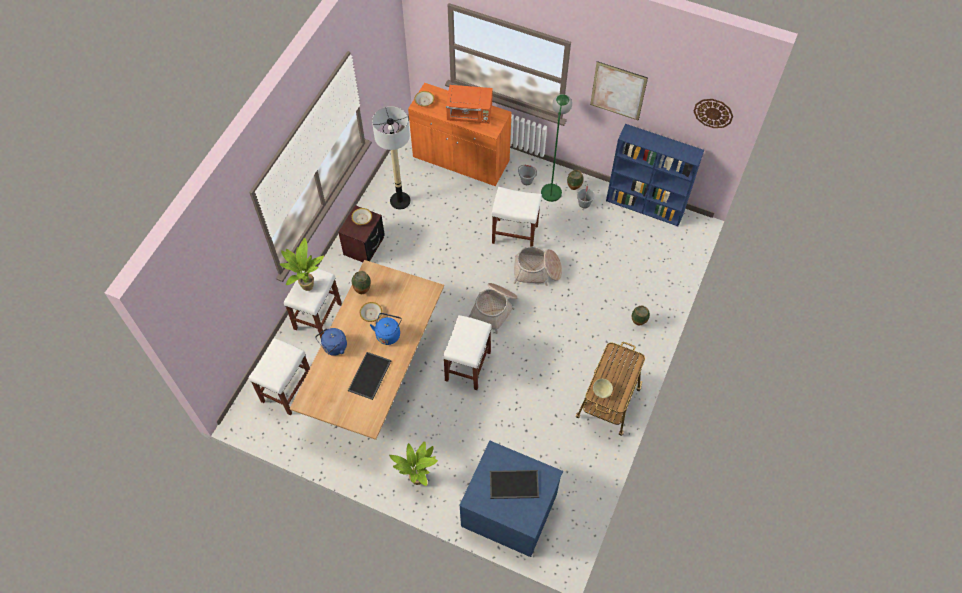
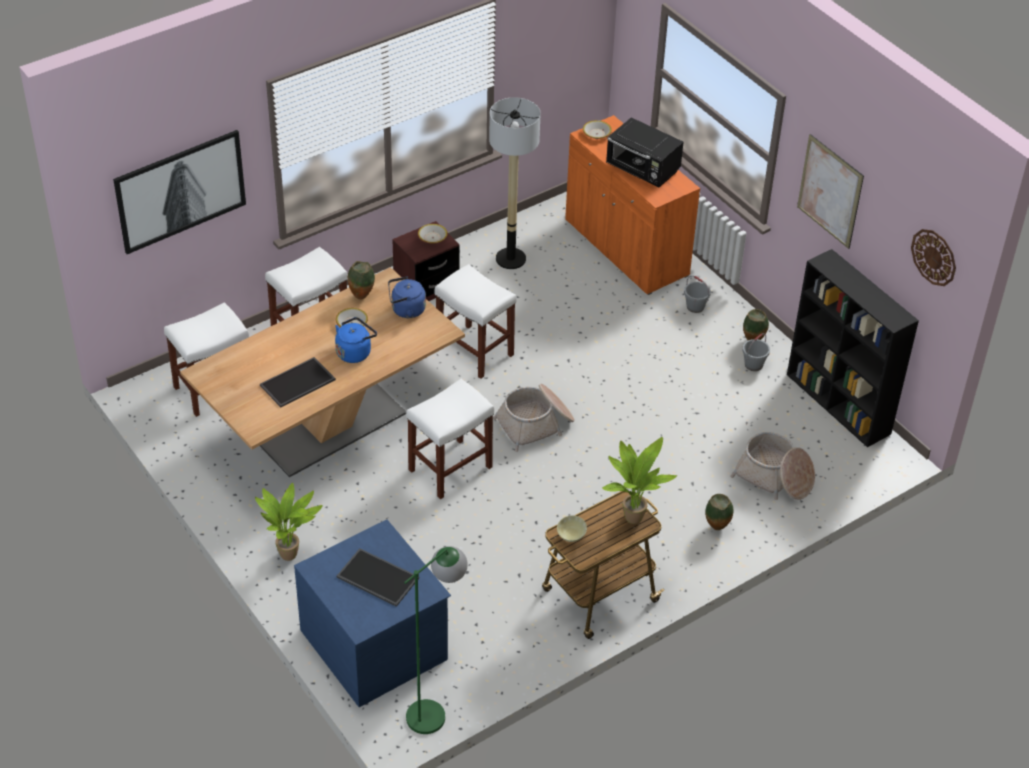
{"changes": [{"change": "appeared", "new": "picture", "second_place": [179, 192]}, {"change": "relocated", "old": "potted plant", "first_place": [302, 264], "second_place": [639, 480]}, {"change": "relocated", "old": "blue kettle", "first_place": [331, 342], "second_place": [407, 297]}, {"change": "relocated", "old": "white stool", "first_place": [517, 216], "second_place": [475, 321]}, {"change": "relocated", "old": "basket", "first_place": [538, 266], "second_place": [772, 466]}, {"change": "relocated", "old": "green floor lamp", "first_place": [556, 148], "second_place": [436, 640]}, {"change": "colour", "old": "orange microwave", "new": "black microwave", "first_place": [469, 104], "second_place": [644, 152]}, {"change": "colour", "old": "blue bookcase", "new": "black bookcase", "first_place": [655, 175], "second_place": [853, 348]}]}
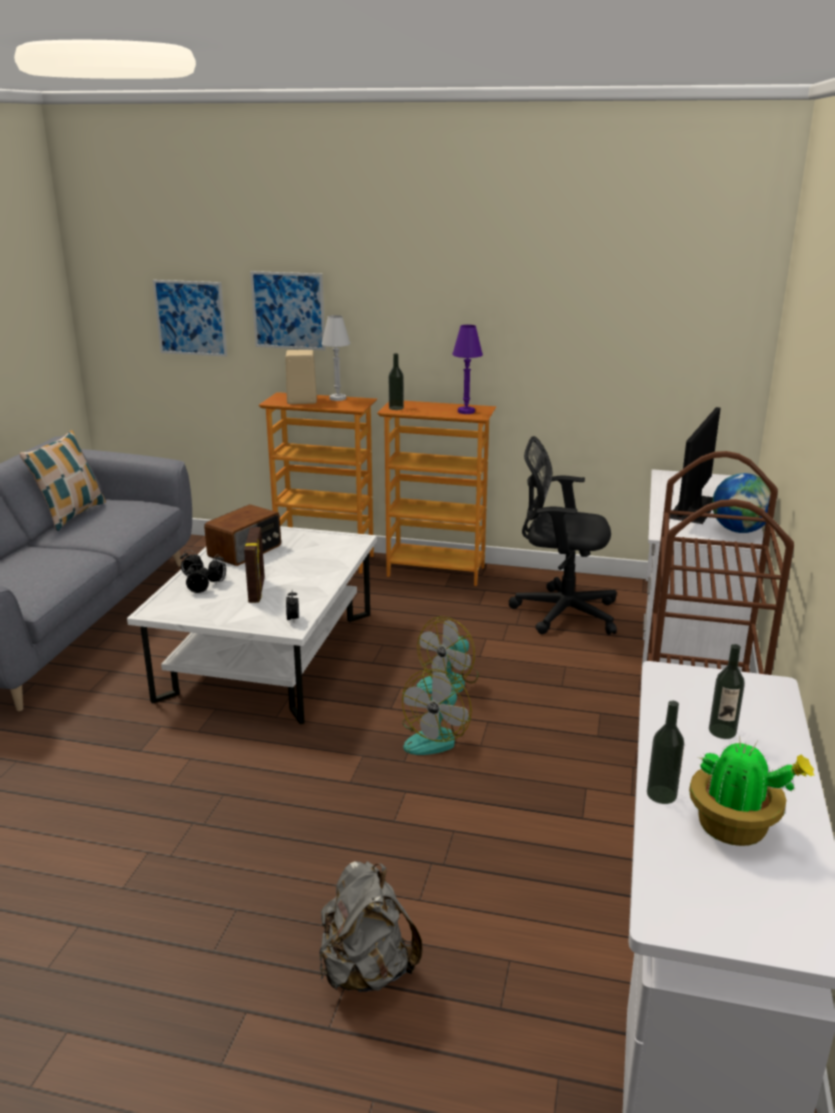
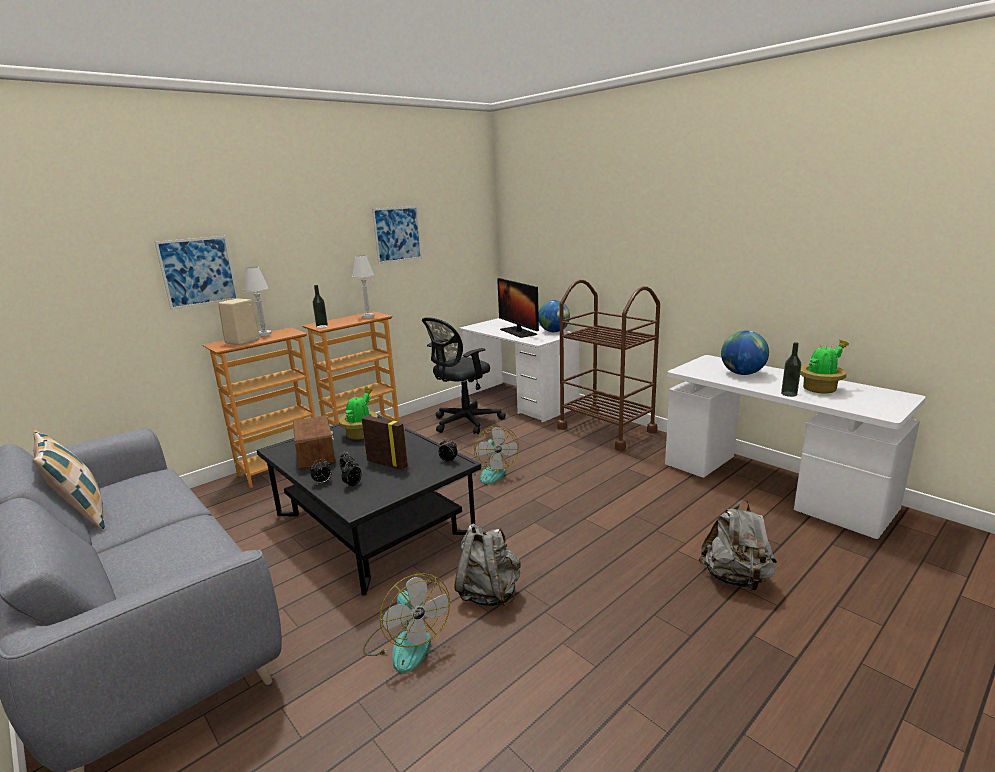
{"changes": [{"change": "appeared", "new": "potted plant", "second_place": [358, 413]}, {"change": "appeared", "new": "grey backpack", "second_place": [487, 564]}, {"change": "relocated", "old": "picture", "first_place": [190, 318], "second_place": [397, 235]}, {"change": "relocated", "old": "fan", "first_place": [437, 712], "second_place": [406, 623]}, {"change": "exchanged", "old": "bottle", "new": "globe", "first_place": [727, 691], "second_place": [745, 353]}, {"change": "colour", "old": "white coffee table", "new": "black coffee table", "first_place": [252, 625], "second_place": [369, 505]}, {"change": "colour", "old": "purple table lamp", "new": "white table lamp", "first_place": [467, 369], "second_place": [363, 286]}]}
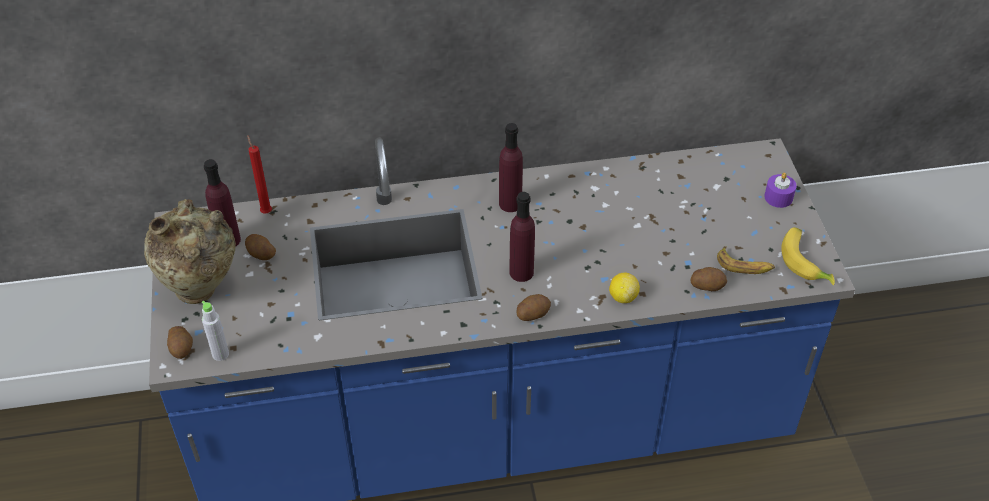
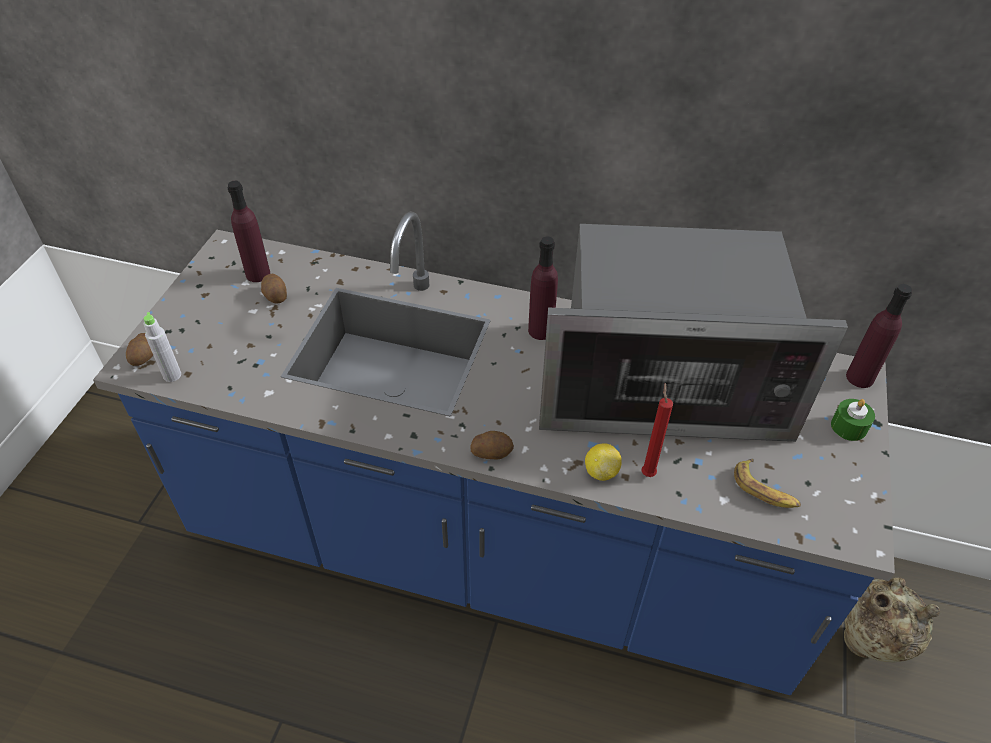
{"changes": [{"change": "missing", "old": "potato", "first_place": [708, 279]}, {"change": "missing", "old": "banana", "first_place": [808, 256]}, {"change": "appeared", "new": "microwave", "second_place": [693, 333]}, {"change": "relocated", "old": "beige vase", "first_place": [190, 251], "second_place": [892, 620]}, {"change": "relocated", "old": "red candle", "first_place": [259, 174], "second_place": [657, 430]}, {"change": "relocated", "old": "purple bottle", "first_place": [522, 237], "second_place": [879, 336]}, {"change": "colour", "old": "purple candle", "new": "green candle", "first_place": [780, 190], "second_place": [853, 420]}]}
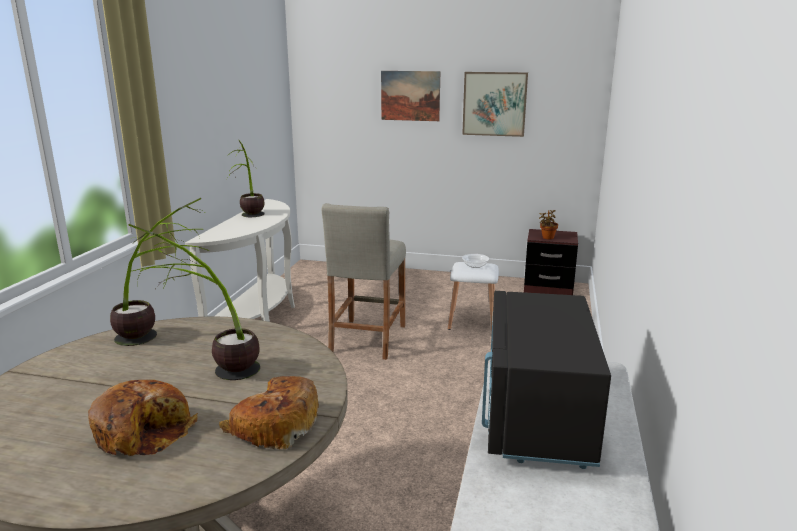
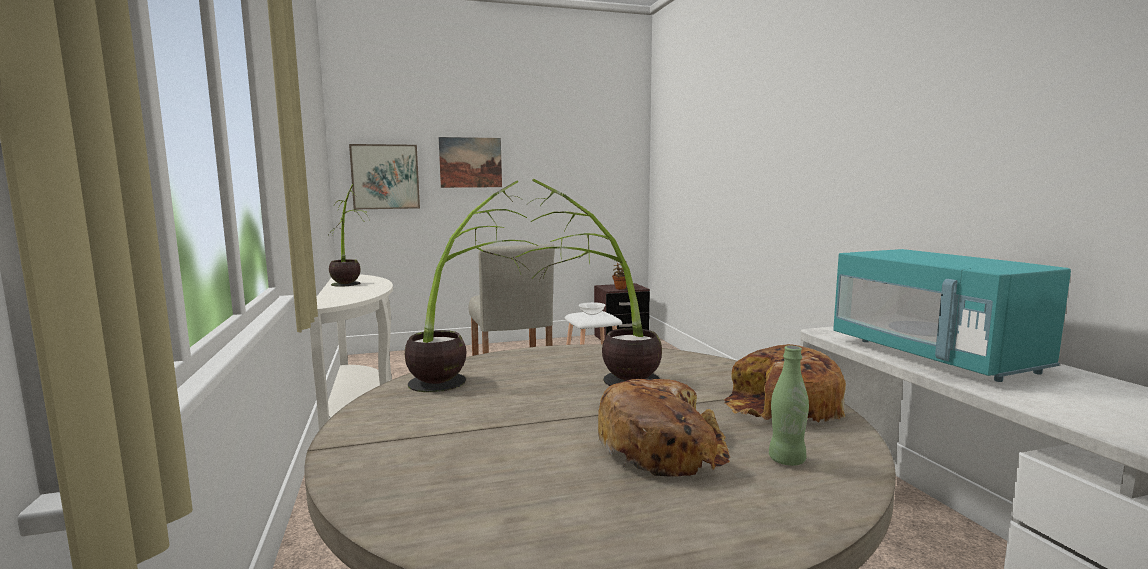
{"changes": [{"change": "appeared", "new": "green bottle", "second_place": [789, 406]}, {"change": "relocated", "old": "picture", "first_place": [495, 104], "second_place": [384, 177]}, {"change": "colour", "old": "black microwave", "new": "turquoise microwave", "first_place": [546, 380], "second_place": [952, 315]}]}
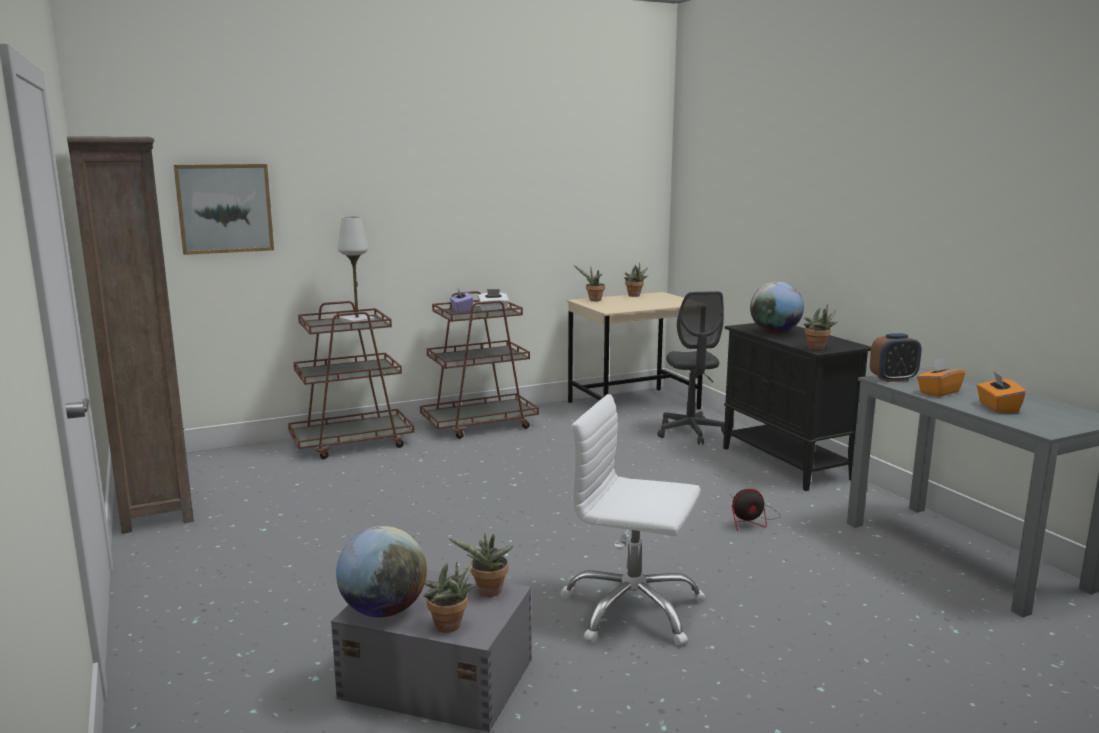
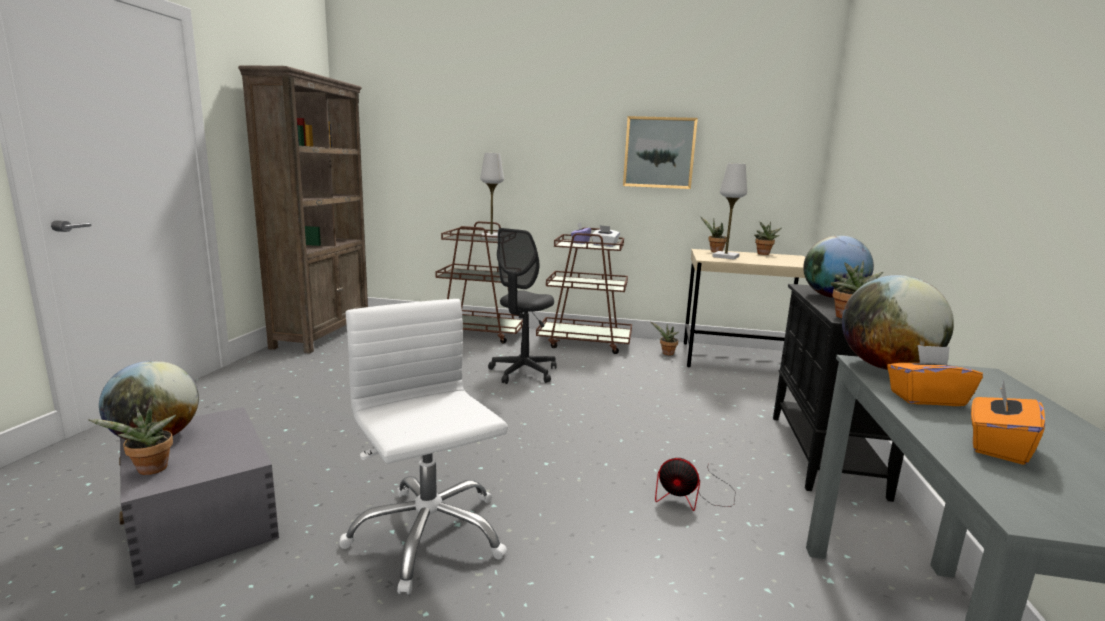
{"changes": [{"change": "appeared", "new": "white table lamp", "second_place": [729, 211]}, {"change": "relocated", "old": "picture", "first_place": [224, 209], "second_place": [660, 152]}, {"change": "relocated", "old": "potted plant", "first_place": [482, 565], "second_place": [664, 338]}, {"change": "relocated", "old": "grey office chair", "first_place": [691, 368], "second_place": [522, 306]}, {"change": "exchanged", "old": "alarm clock", "new": "globe", "first_place": [896, 357], "second_place": [898, 322]}]}
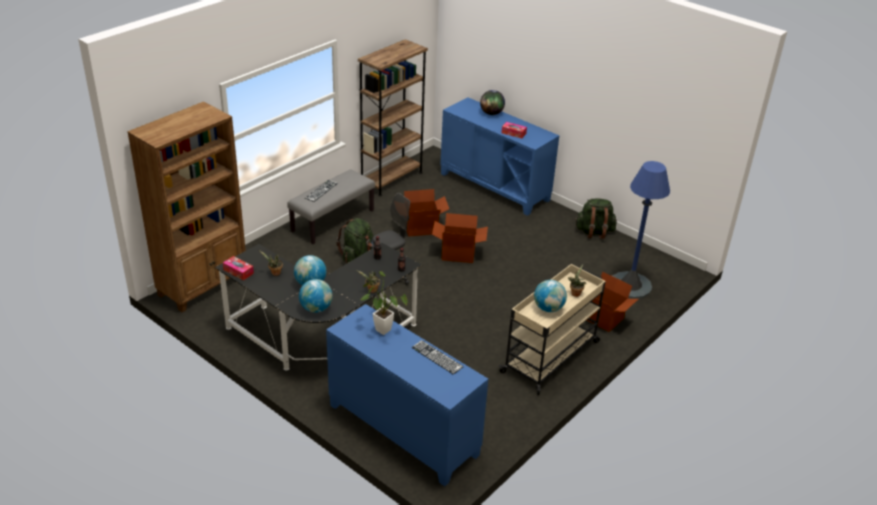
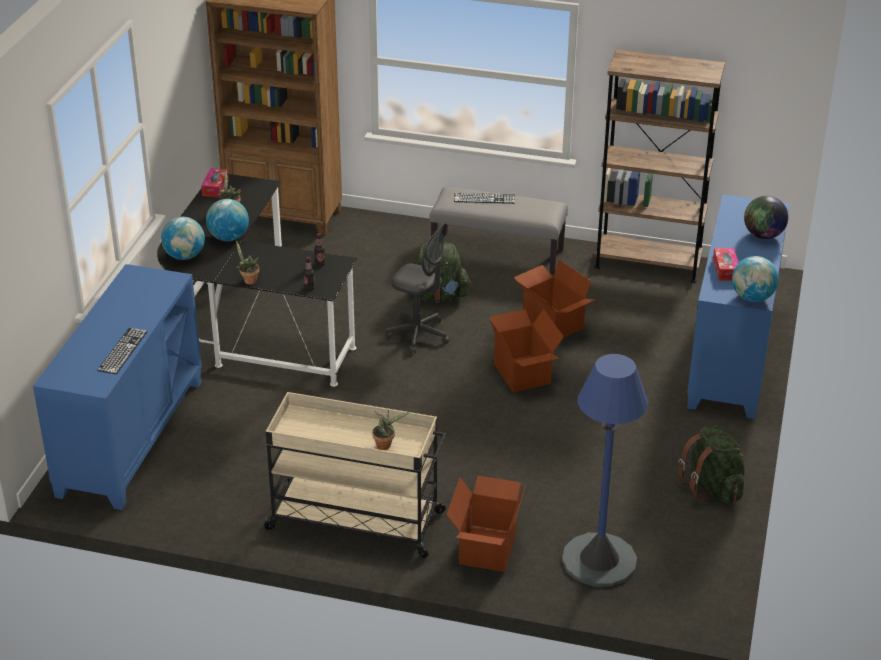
{"changes": [{"change": "missing", "old": "potted plant", "first_place": [383, 303]}, {"change": "relocated", "old": "globe", "first_place": [550, 296], "second_place": [755, 279]}]}
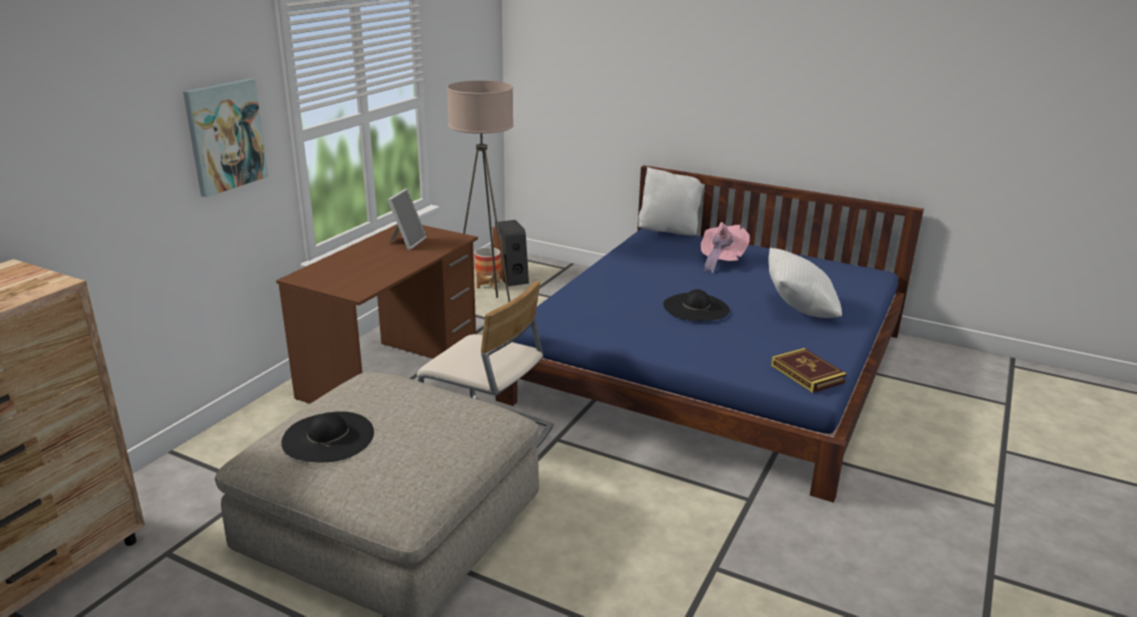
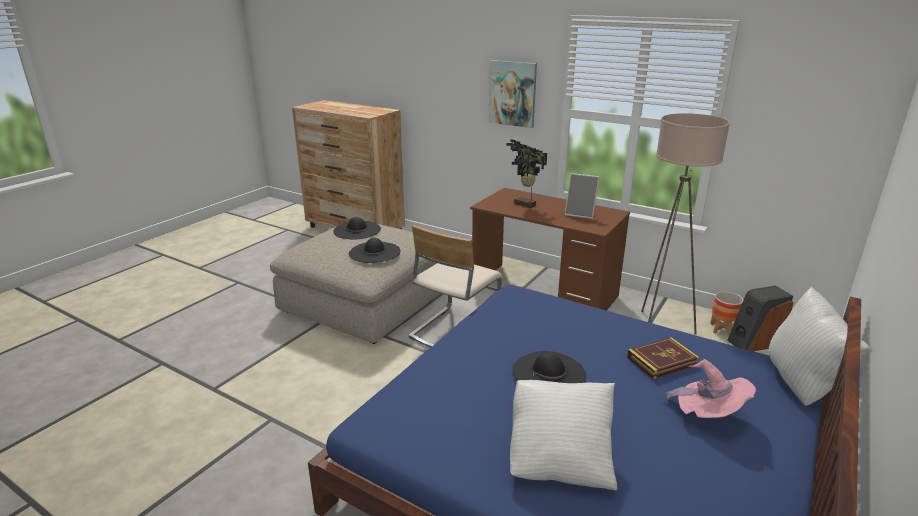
{"changes": [{"change": "appeared", "new": "black hat", "second_place": [375, 250]}, {"change": "appeared", "new": "potted plant", "second_place": [526, 173]}, {"change": "relocated", "old": "book", "first_place": [809, 370], "second_place": [663, 358]}]}
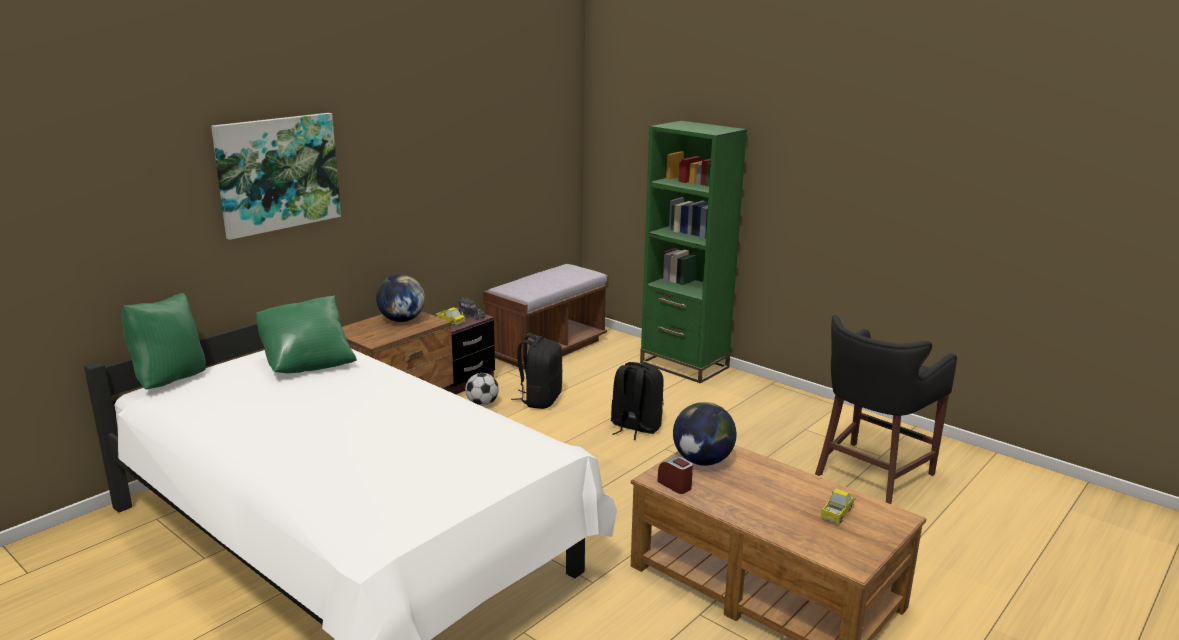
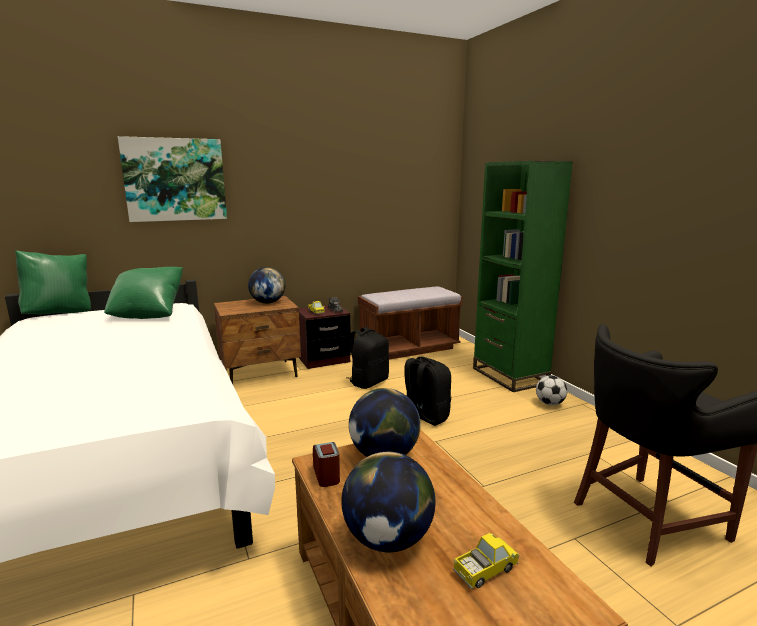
{"changes": [{"change": "appeared", "new": "globe", "second_place": [388, 502]}, {"change": "relocated", "old": "football", "first_place": [482, 389], "second_place": [551, 390]}]}
